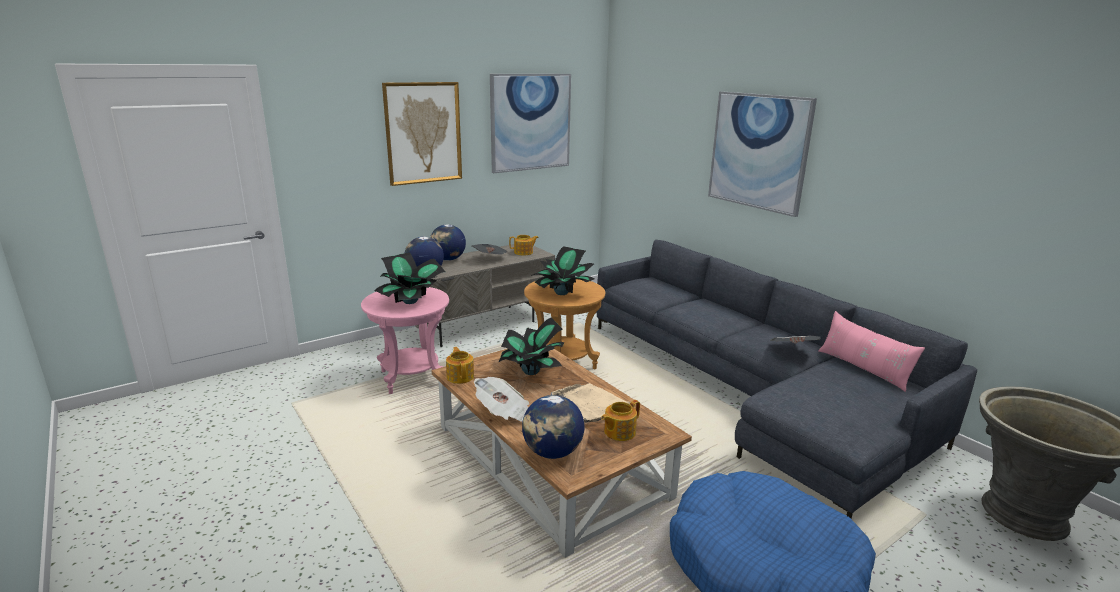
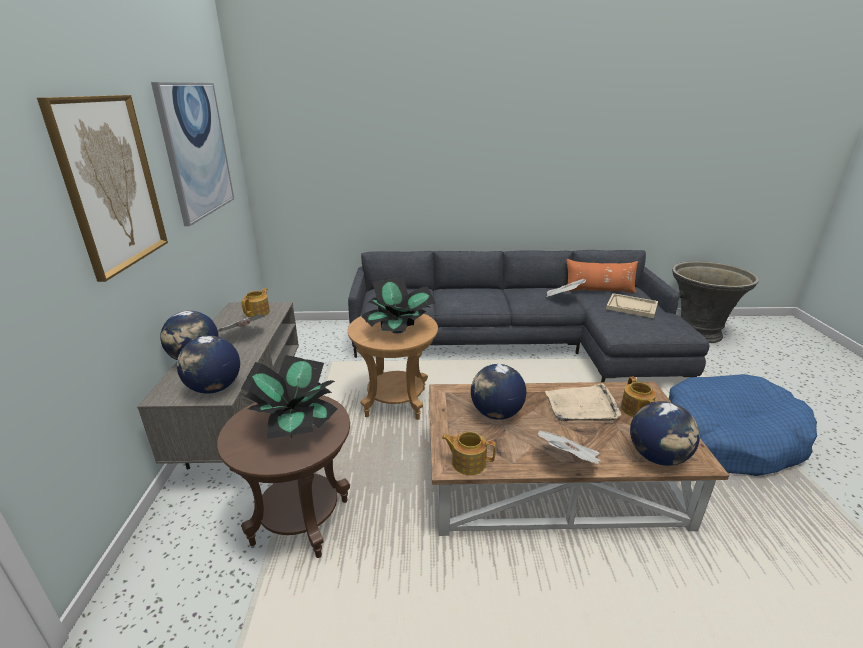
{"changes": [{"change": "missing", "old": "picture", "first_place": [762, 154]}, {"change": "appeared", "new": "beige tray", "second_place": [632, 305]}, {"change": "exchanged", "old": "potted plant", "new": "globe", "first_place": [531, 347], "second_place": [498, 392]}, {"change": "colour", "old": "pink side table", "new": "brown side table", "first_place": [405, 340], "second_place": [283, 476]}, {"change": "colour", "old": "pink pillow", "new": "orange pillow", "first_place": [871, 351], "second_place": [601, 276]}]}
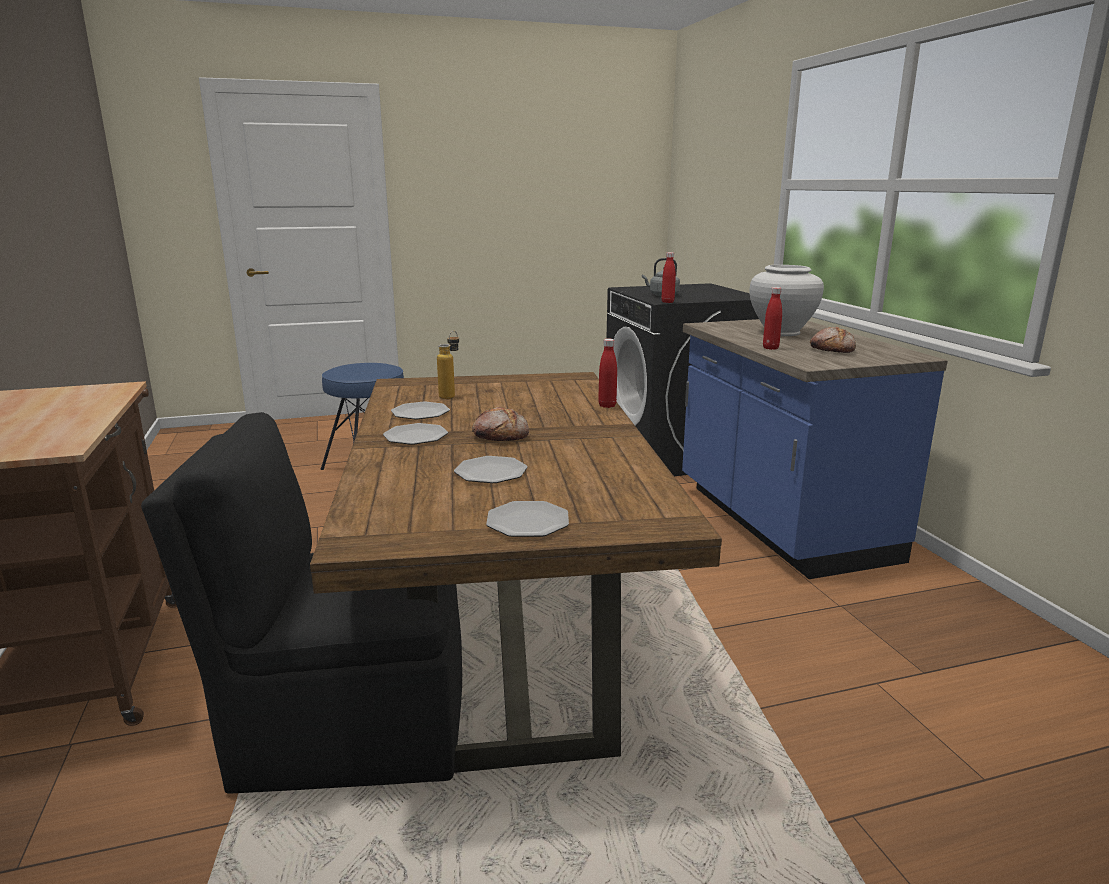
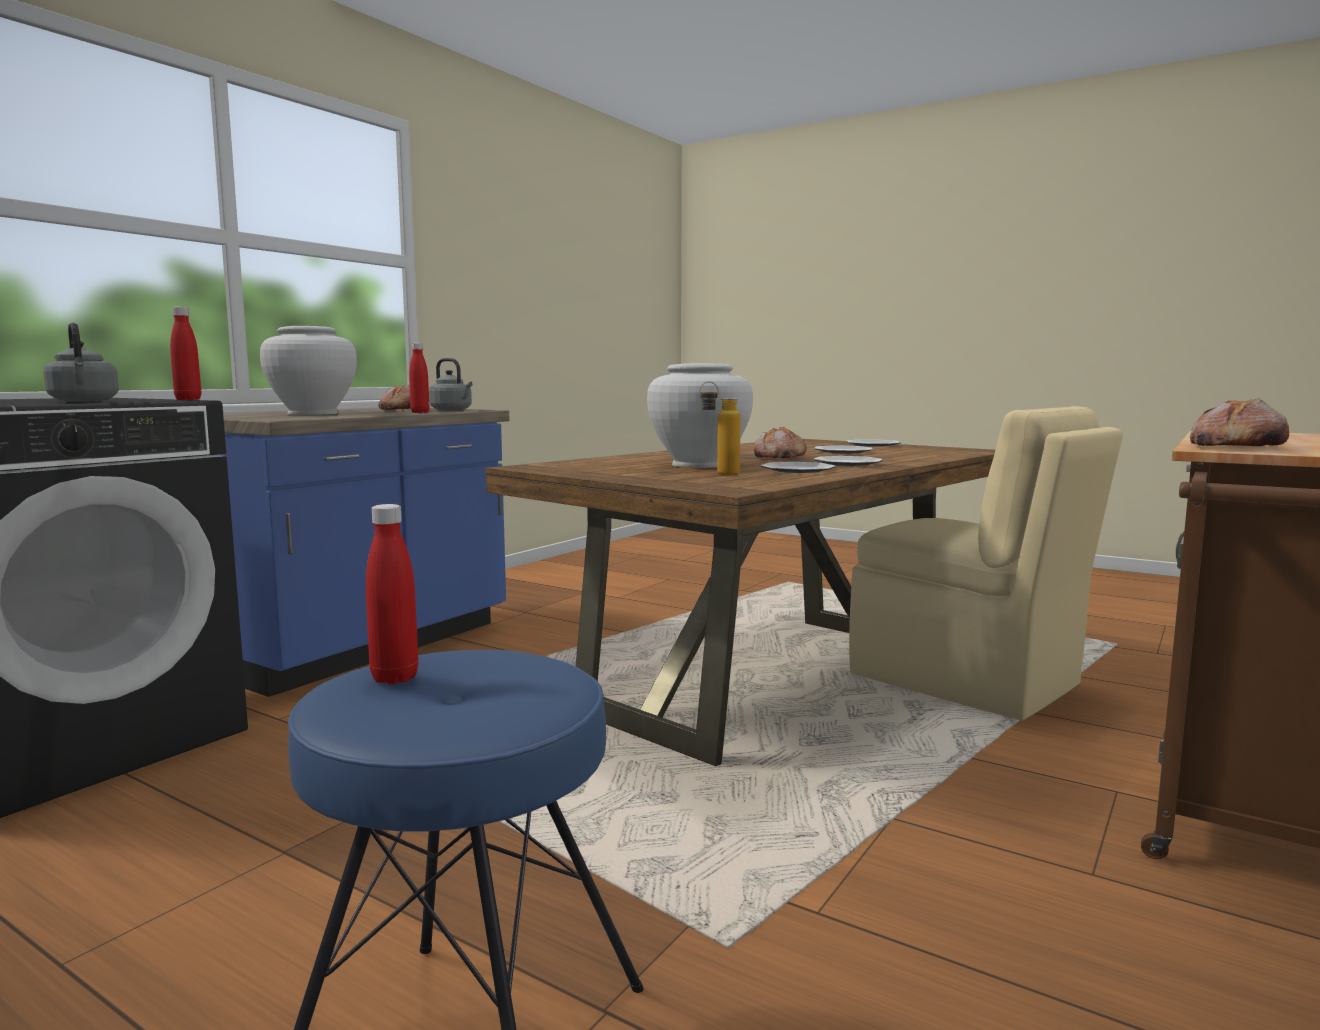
{"changes": [{"change": "appeared", "new": "grey kettle", "second_place": [451, 384]}, {"change": "appeared", "new": "white vase", "second_place": [700, 415]}, {"change": "appeared", "new": "bread", "second_place": [1239, 422]}, {"change": "relocated", "old": "red bottle", "first_place": [607, 373], "second_place": [392, 594]}, {"change": "colour", "old": "black chair", "new": "beige chair", "first_place": [301, 603], "second_place": [986, 563]}]}
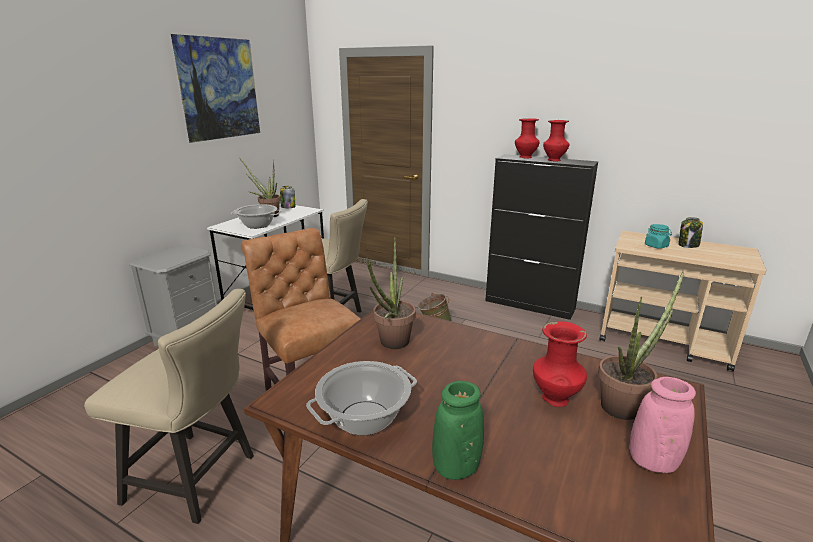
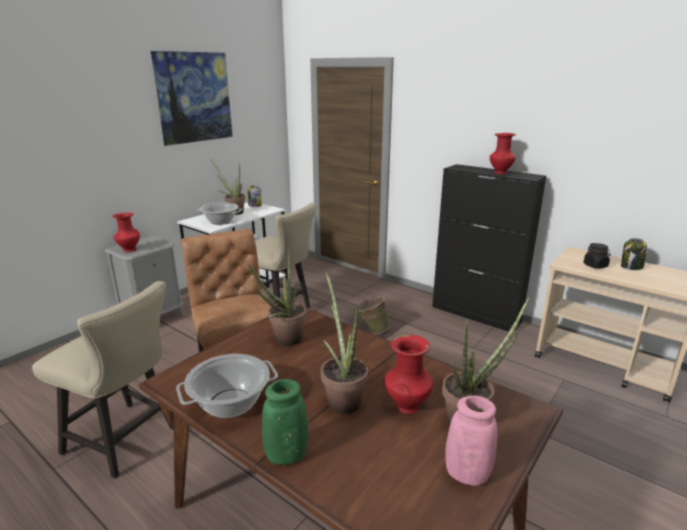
{"changes": [{"change": "appeared", "new": "potted plant", "second_place": [344, 342]}, {"change": "relocated", "old": "red vase", "first_place": [527, 138], "second_place": [126, 232]}, {"change": "colour", "old": "turquoise jar", "new": "black jar", "first_place": [658, 236], "second_place": [596, 256]}]}
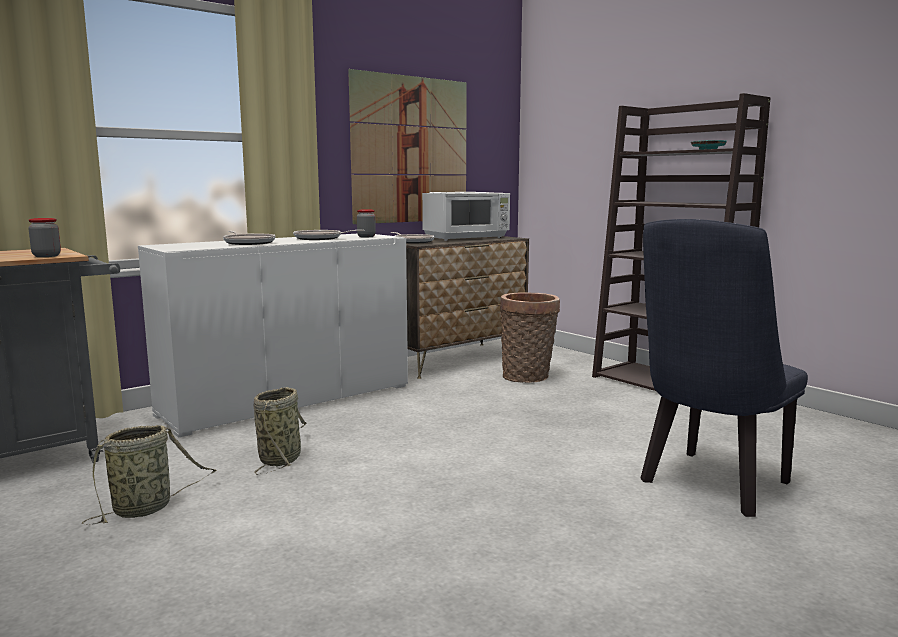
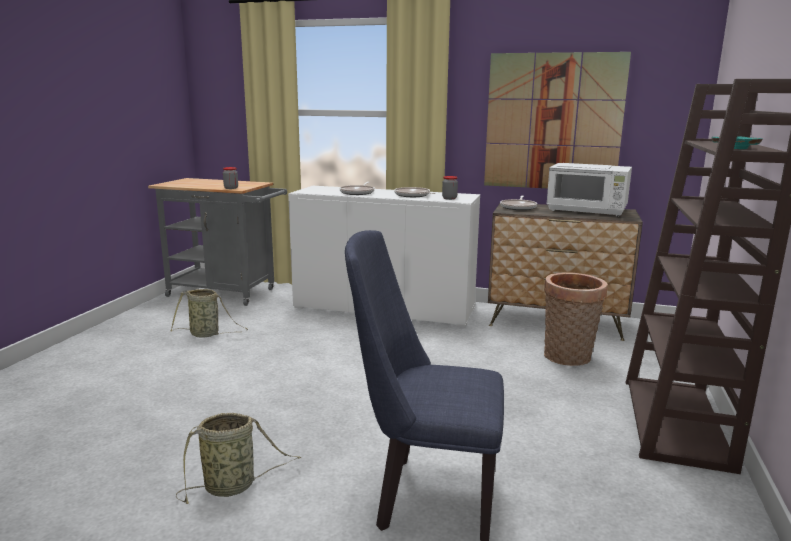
{"changes": [{"change": "relocated", "old": "basket", "first_place": [280, 431], "second_place": [238, 458]}]}
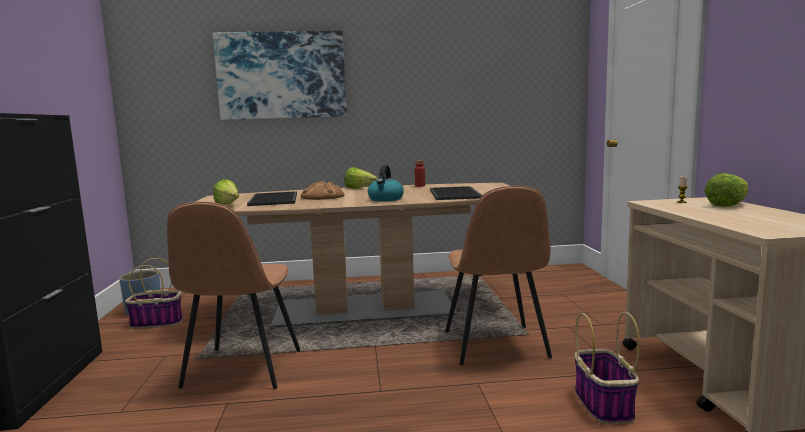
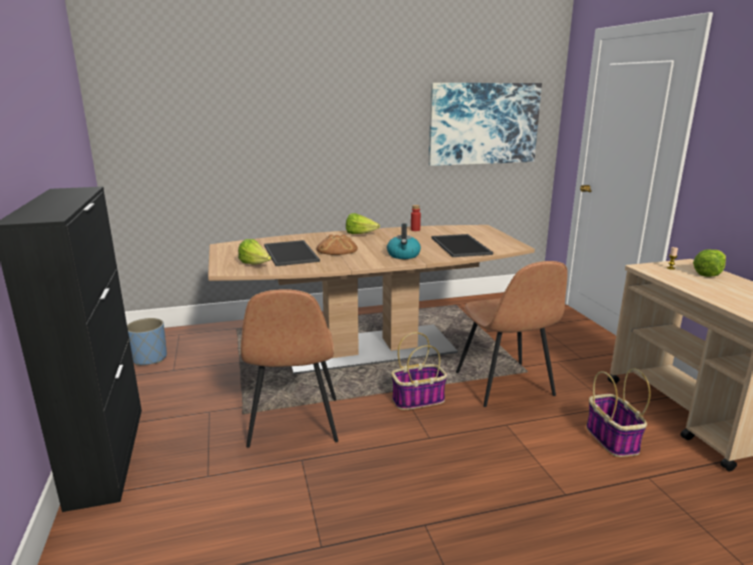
{"changes": [{"change": "relocated", "old": "basket", "first_place": [154, 293], "second_place": [419, 371]}, {"change": "relocated", "old": "picture", "first_place": [280, 75], "second_place": [485, 124]}]}
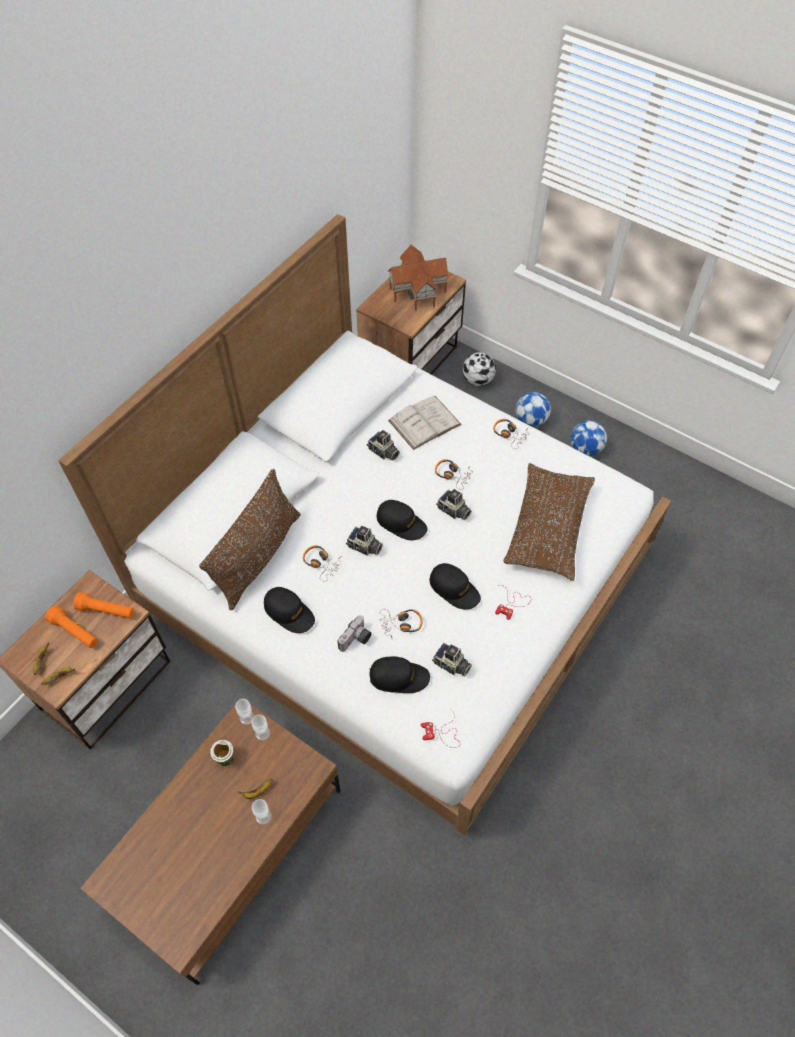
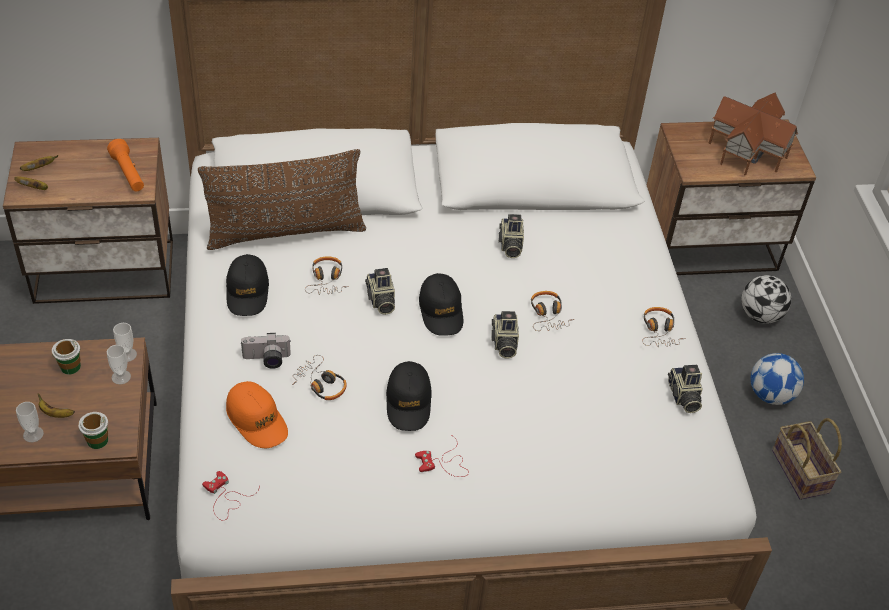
{"changes": [{"change": "missing", "old": "orange flashlight", "first_place": [71, 626]}, {"change": "missing", "old": "white book", "first_place": [424, 423]}, {"change": "missing", "old": "brown pillow", "first_place": [549, 522]}, {"change": "appeared", "new": "cup", "second_place": [93, 430]}, {"change": "relocated", "old": "photo camera", "first_place": [452, 660], "second_place": [685, 389]}, {"change": "exchanged", "old": "football", "new": "basket", "first_place": [589, 438], "second_place": [807, 459]}, {"change": "colour", "old": "black cap", "new": "orange cap", "first_place": [399, 674], "second_place": [257, 414]}]}
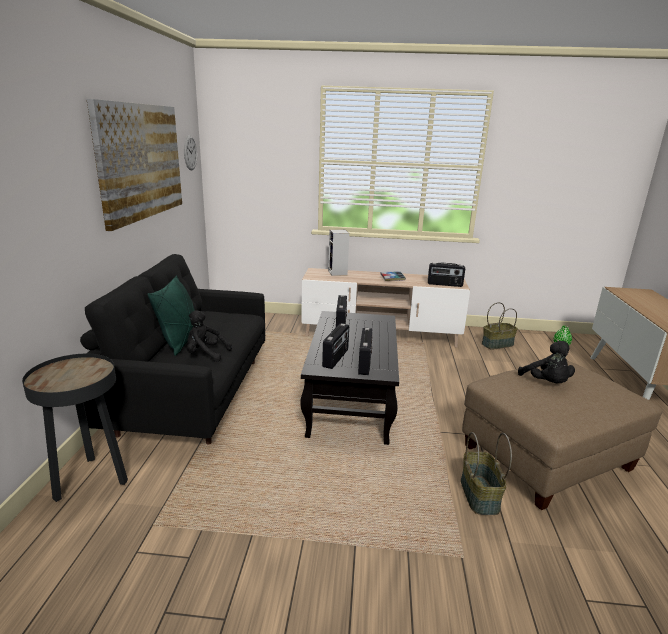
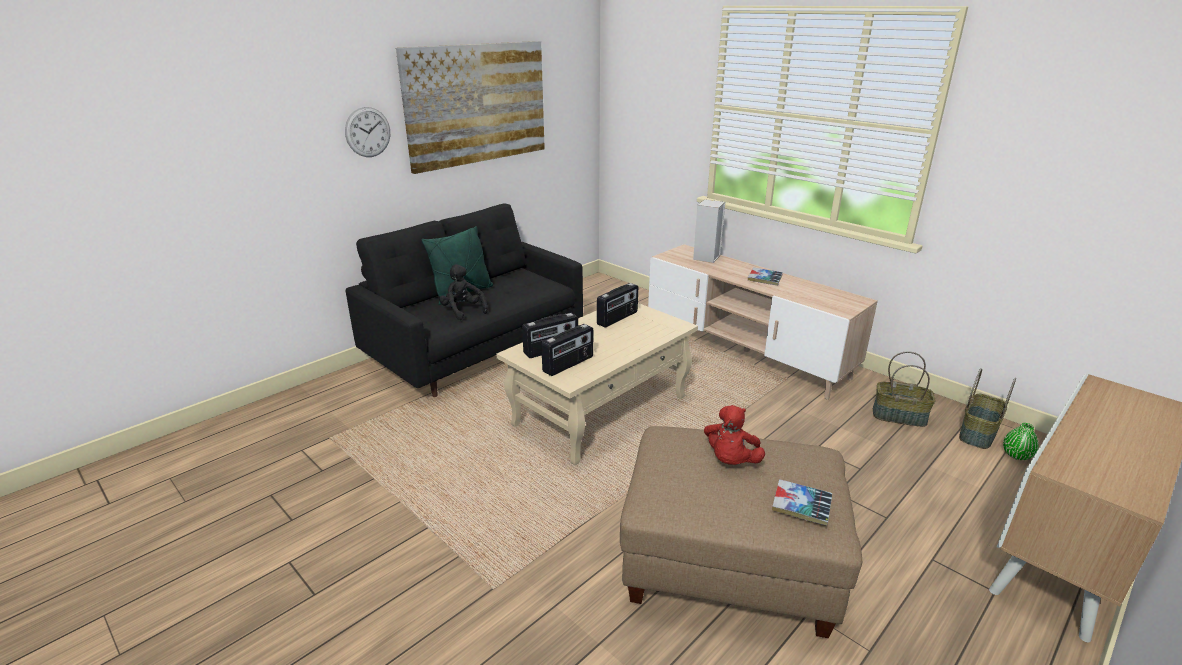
{"changes": [{"change": "missing", "old": "black side table", "first_place": [75, 428]}, {"change": "missing", "old": "radio", "first_place": [446, 275]}, {"change": "appeared", "new": "book", "second_place": [802, 502]}, {"change": "relocated", "old": "wall clock", "first_place": [190, 152], "second_place": [367, 132]}, {"change": "relocated", "old": "basket", "first_place": [486, 473], "second_place": [987, 408]}, {"change": "colour", "old": "black coffee table", "new": "beige coffee table", "first_place": [349, 378], "second_place": [597, 384]}, {"change": "colour", "old": "black plush toy", "new": "red plush toy", "first_place": [546, 362], "second_place": [734, 435]}]}
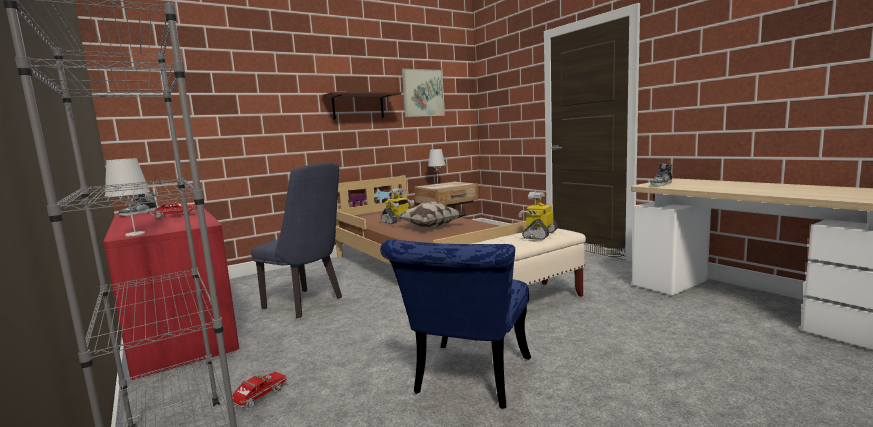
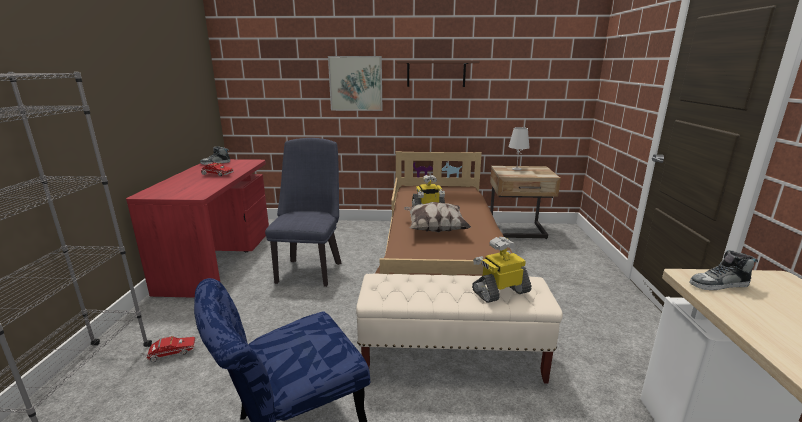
{"changes": [{"change": "missing", "old": "white table lamp", "first_place": [127, 197]}, {"change": "relocated", "old": "picture", "first_place": [423, 93], "second_place": [355, 83]}, {"change": "spun", "old": "blue chair", "first_place": [296, 240], "second_place": [303, 212], "degrees": -150}]}
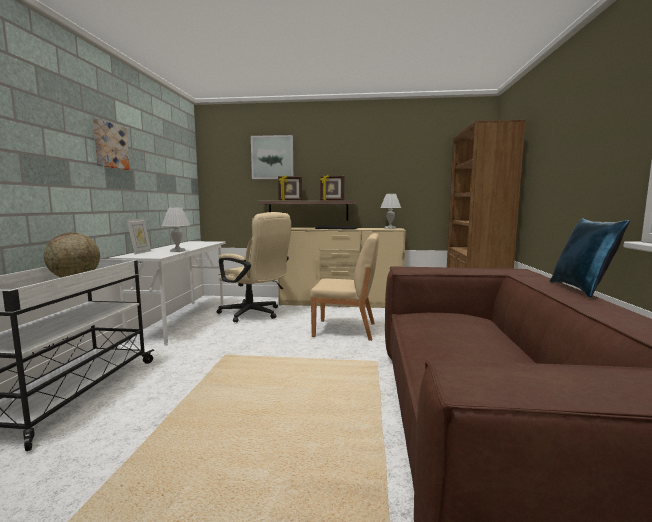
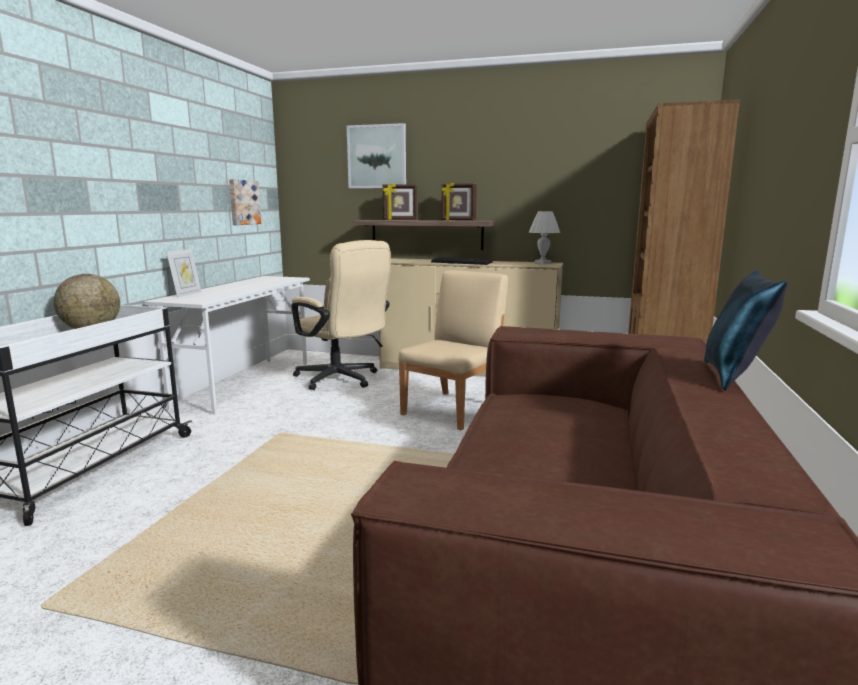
{"changes": [{"change": "missing", "old": "white table lamp", "first_place": [176, 230]}, {"change": "relocated", "old": "picture", "first_place": [111, 144], "second_place": [245, 202]}, {"change": "spun", "old": "beige chair", "first_place": [344, 287], "second_place": [453, 350], "degrees": -75}]}
